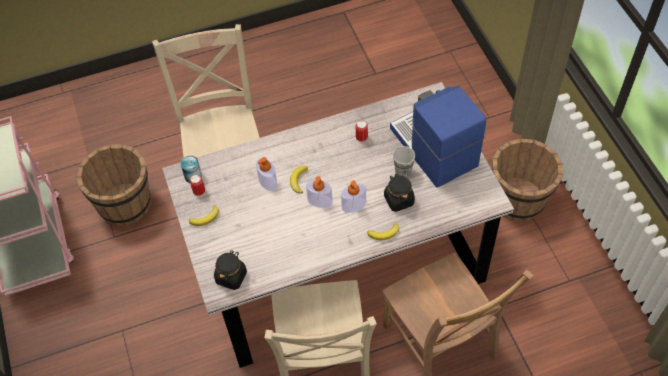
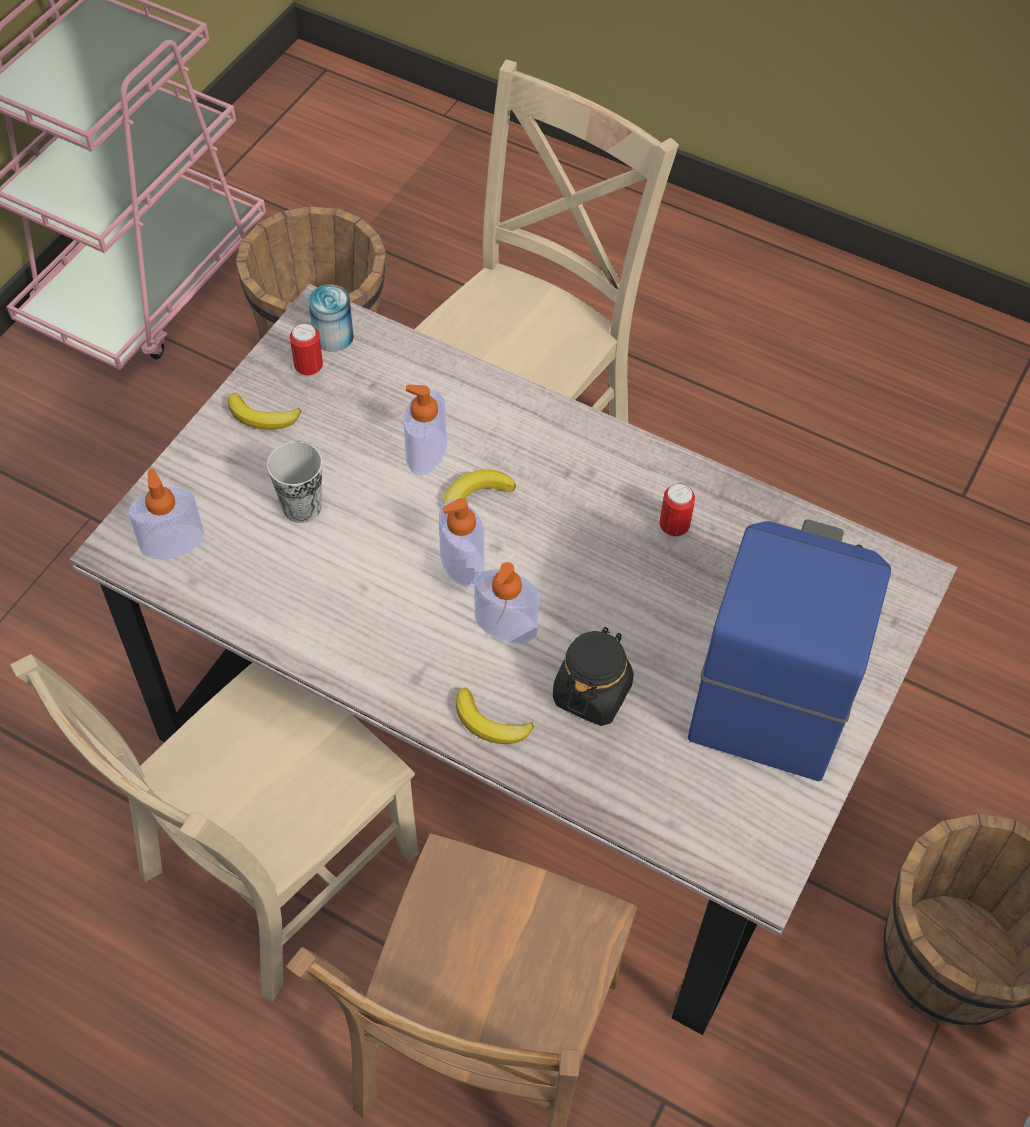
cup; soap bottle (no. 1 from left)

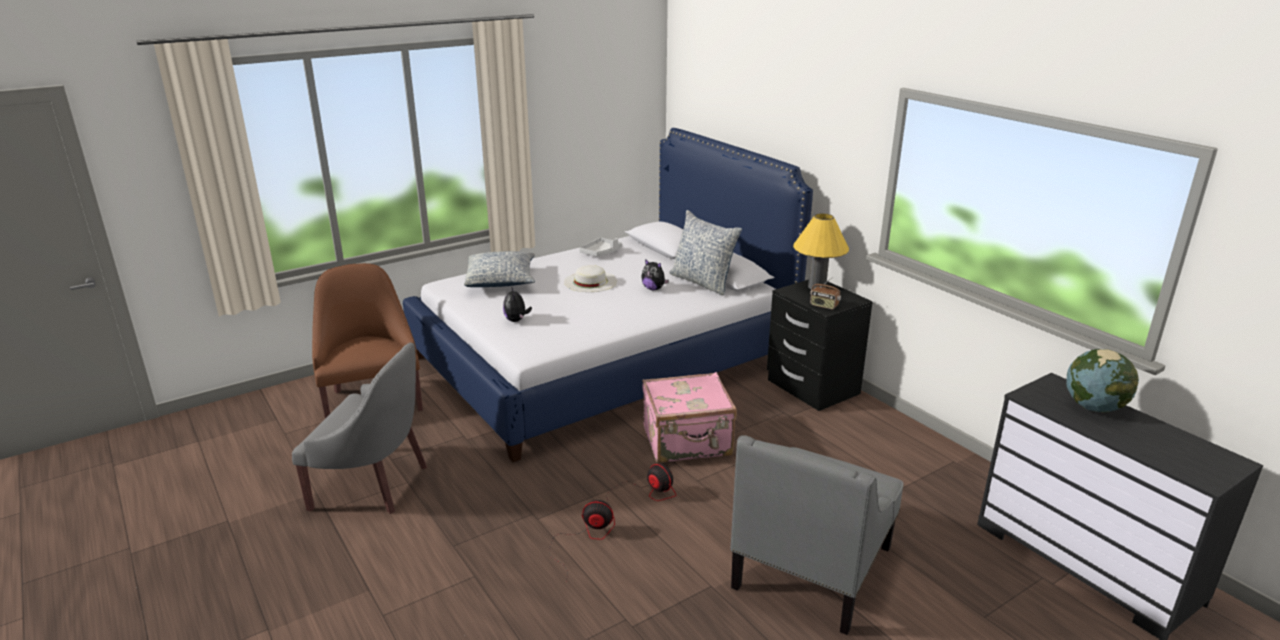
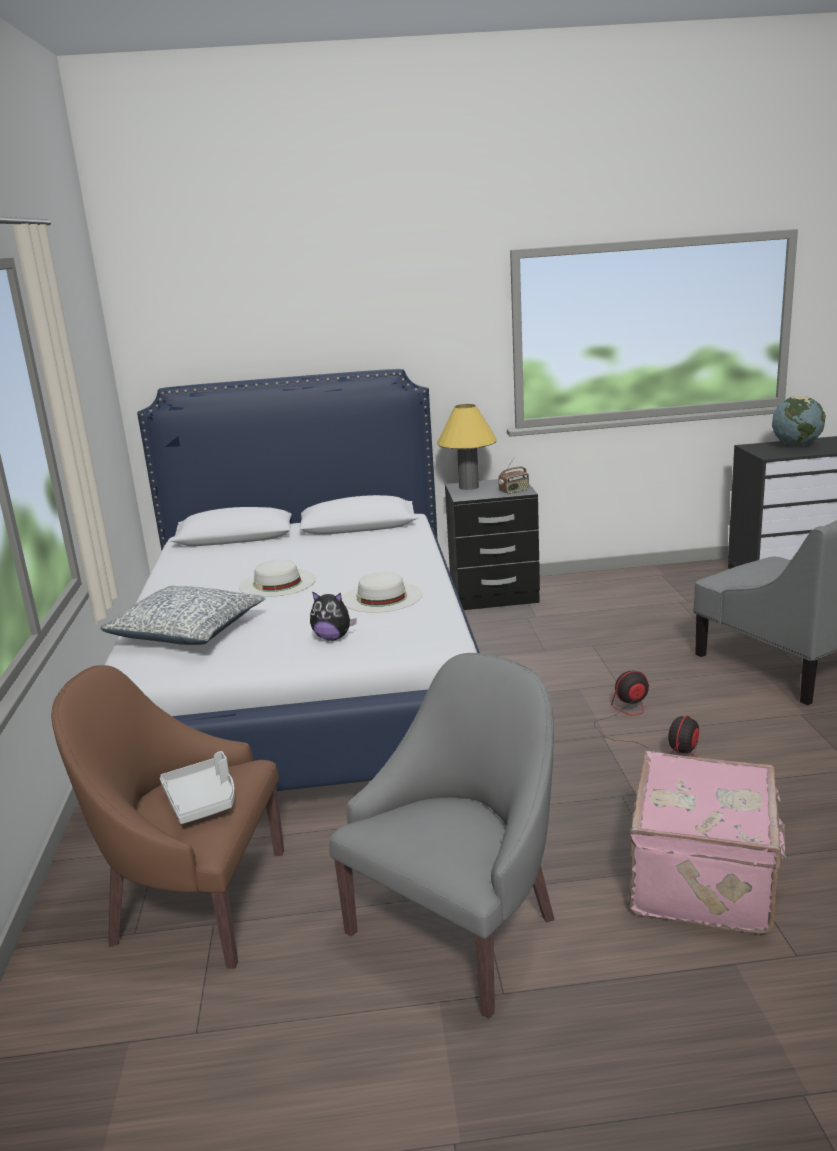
plush toy (no. 2 from left in the first image); pillow (no. 2 from left in the first image); clothing hat (white-coloured) (no. 2 from left); carrying tray (grey); piece of luggage (pinkish)

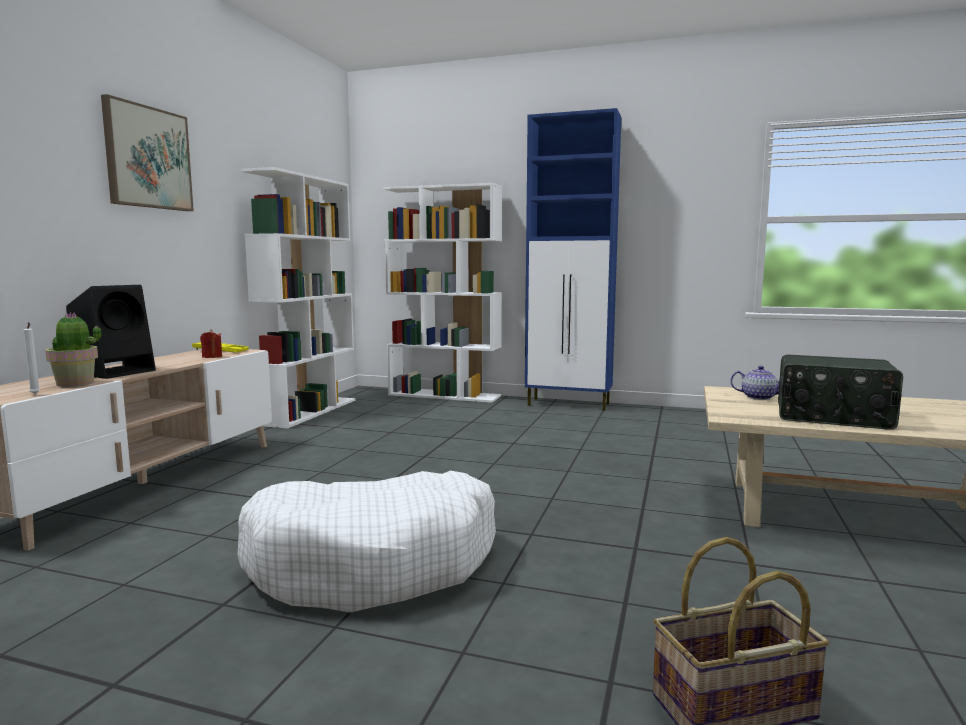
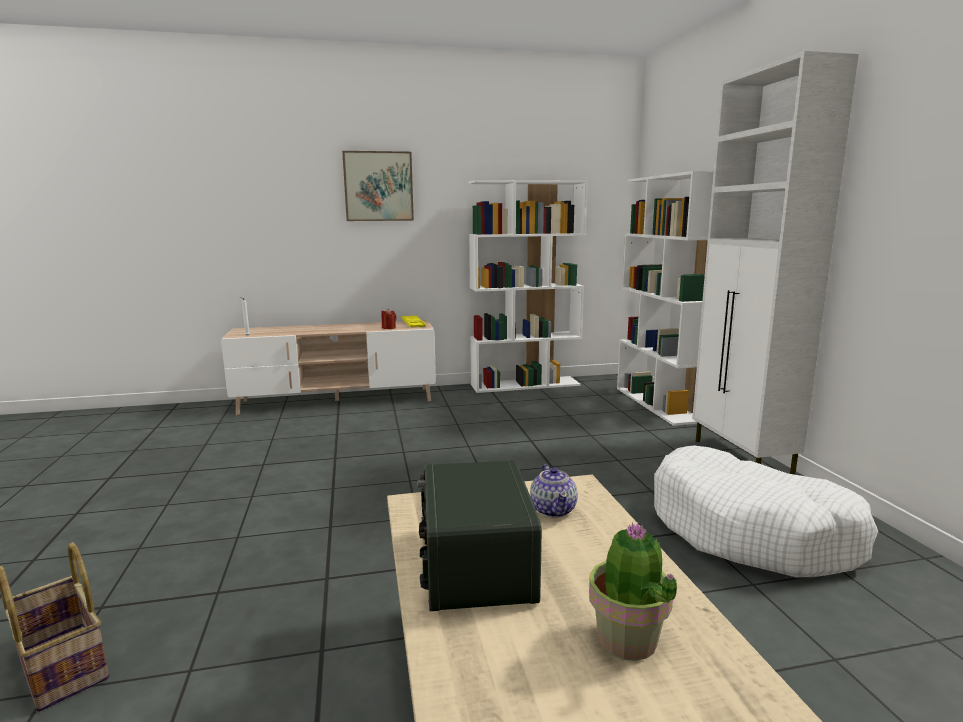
audio speaker (black-coloured); plant in a pot; dog cushion (white-coloured); cabinet (white-coloured)

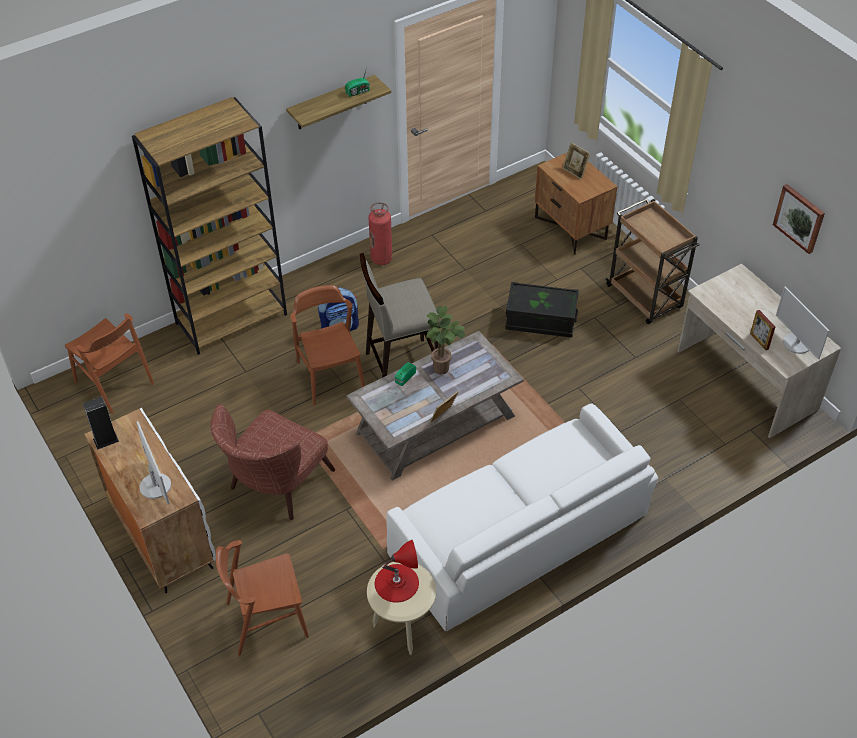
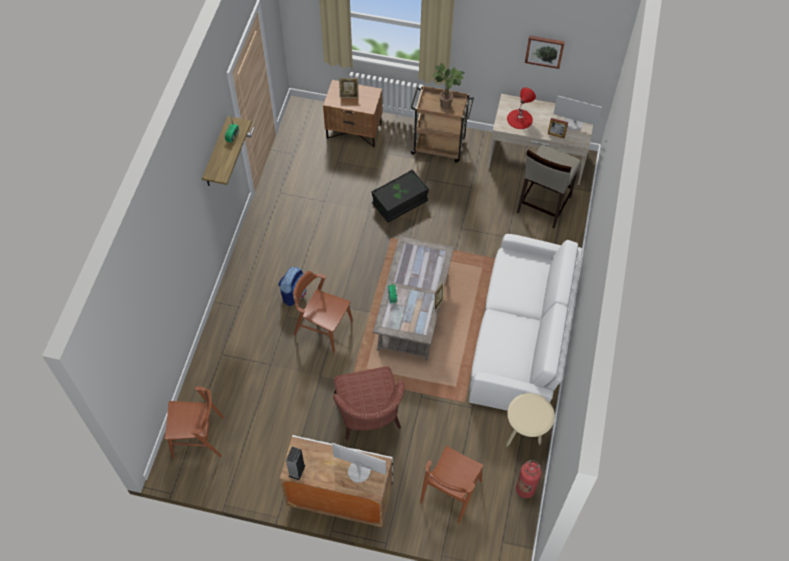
bookshelf (brownish); stool seat (beige); fire-fighting cylinder; tabletop lamp (reddish); plant in a pot

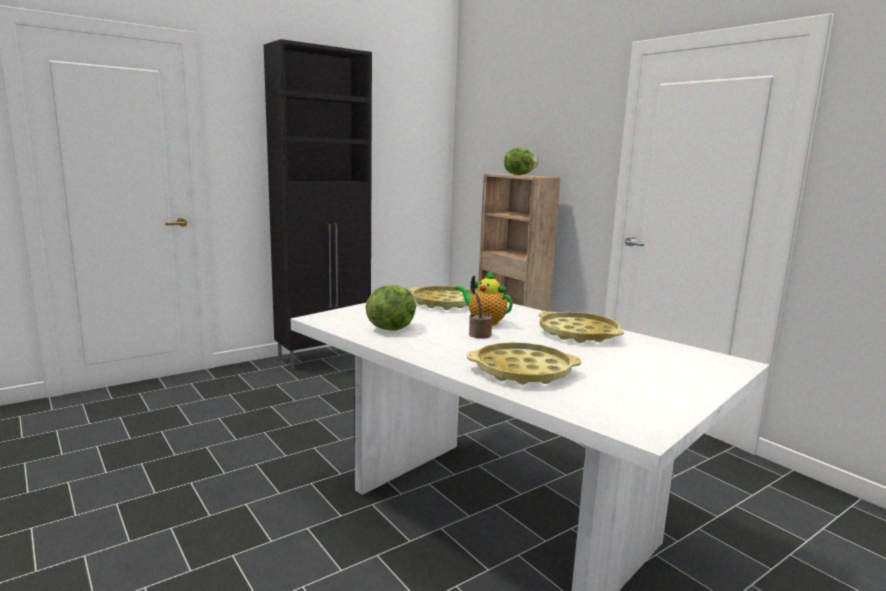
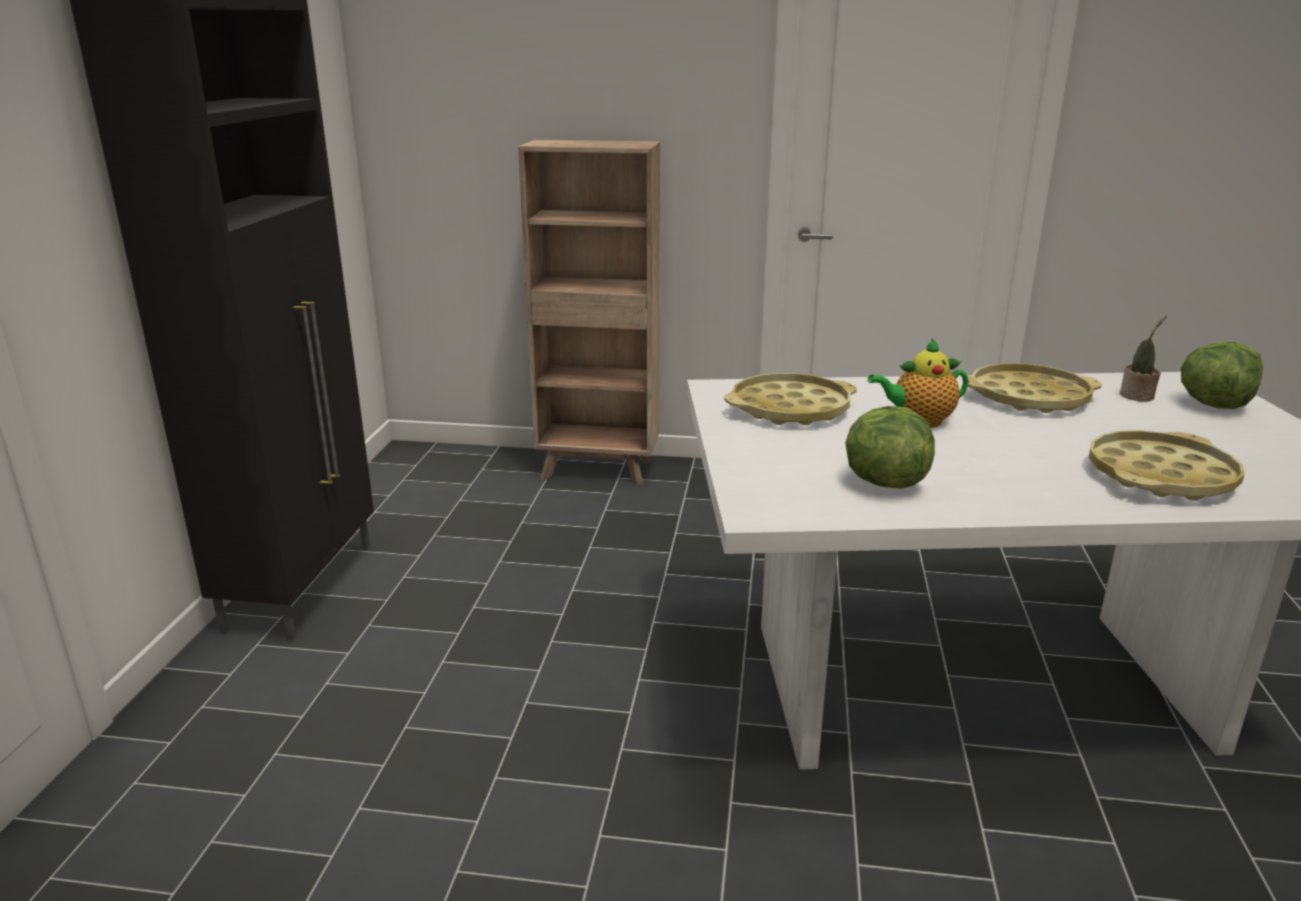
plant in a pot; head of lettuce (no. 2 from left)

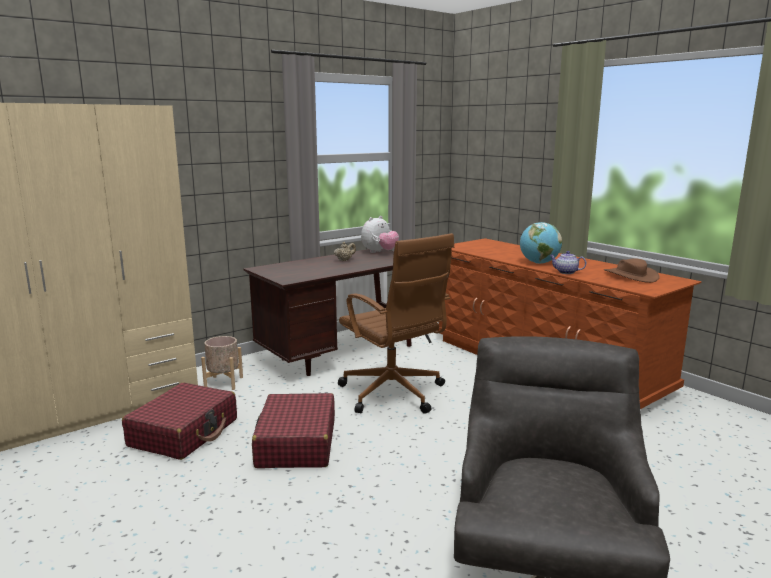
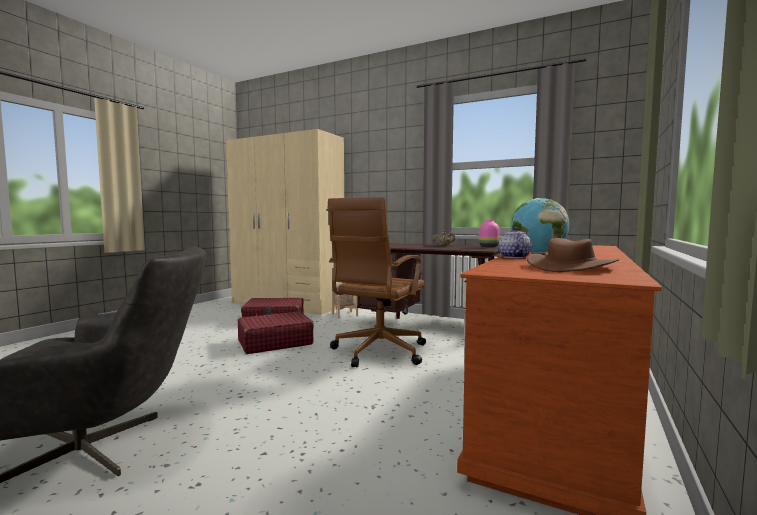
vase (pinkish)

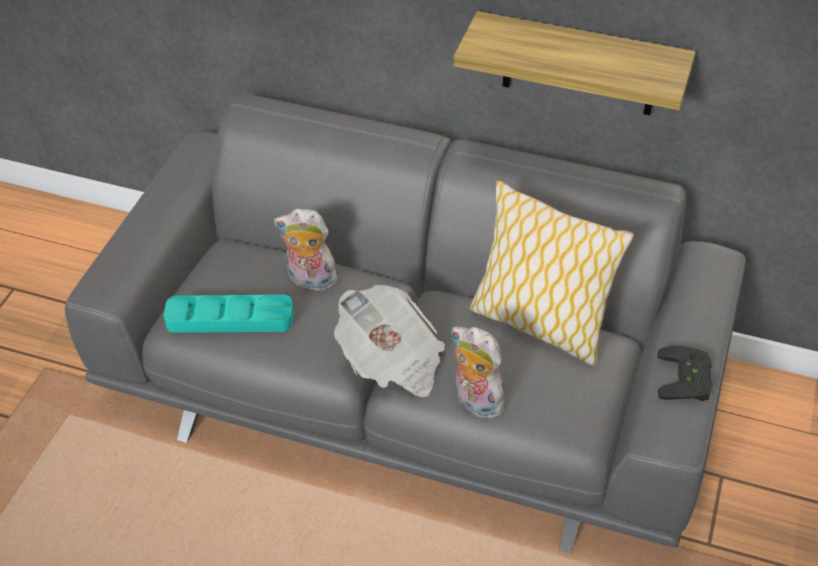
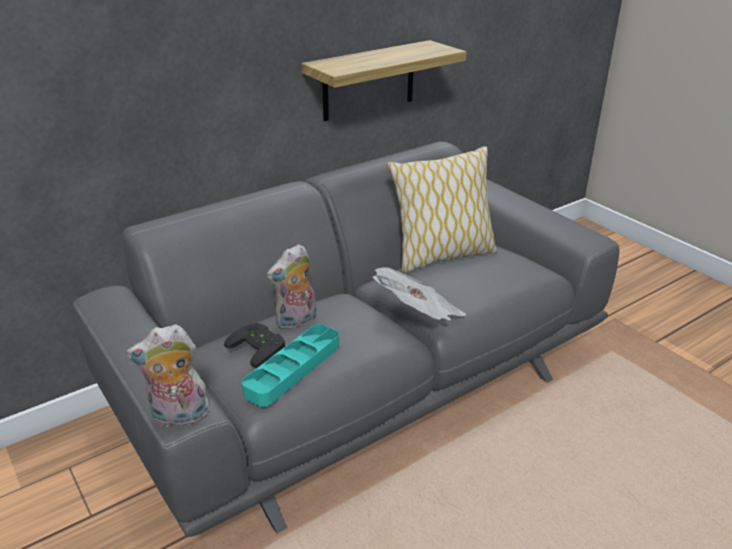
plush toy (no. 1 from left); joypad (black-coloured)

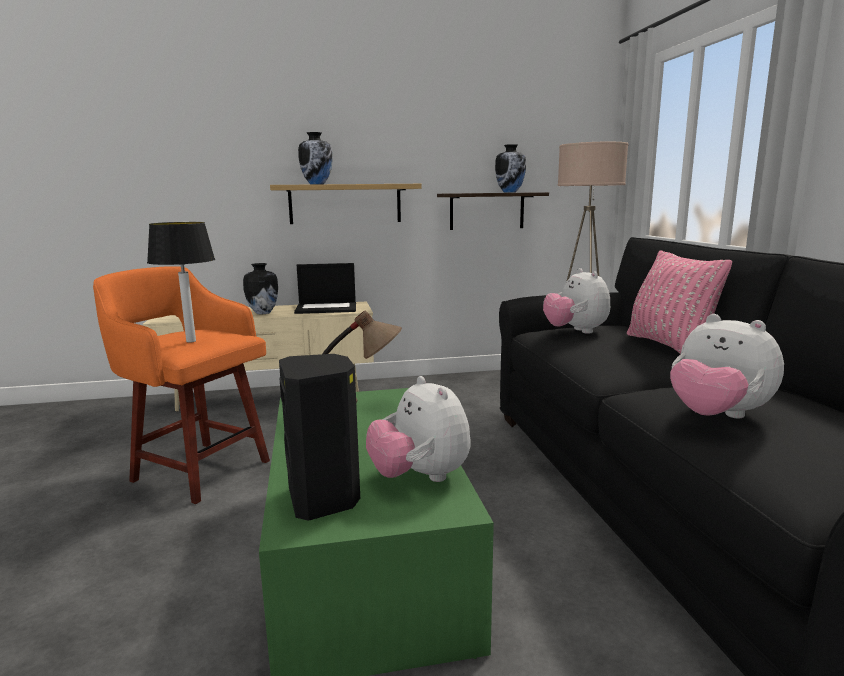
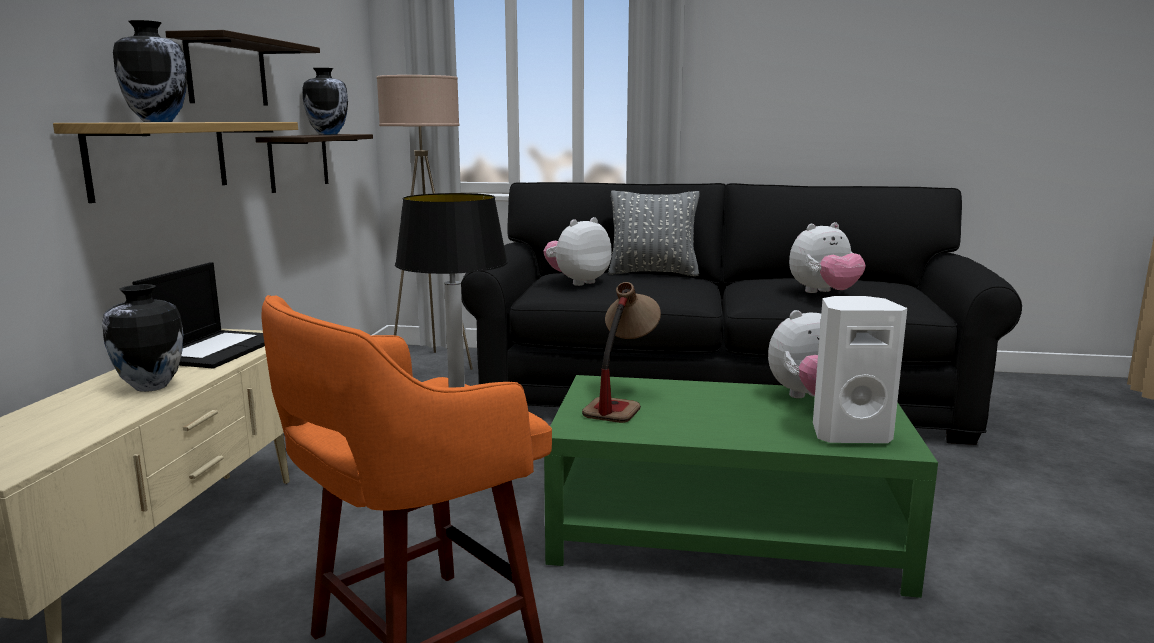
wall shelf (no. 2 from left); audio speaker (white-coloured); pillow (grey); plush toy (no. 1 from left)

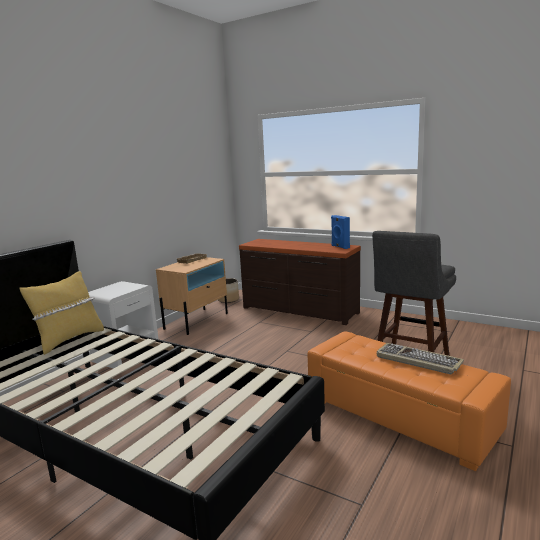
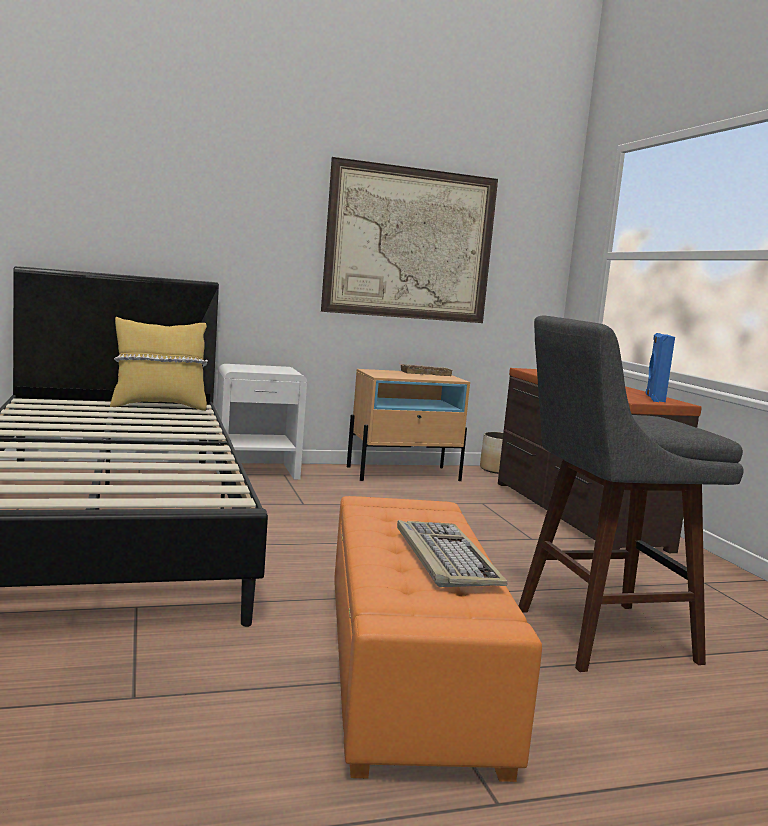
picture

